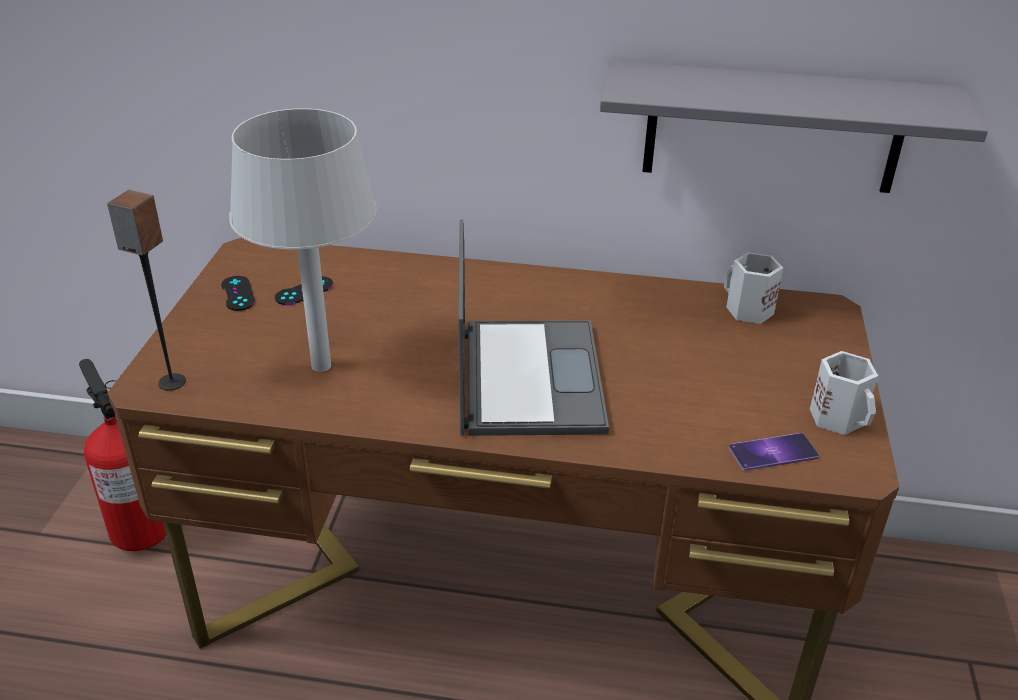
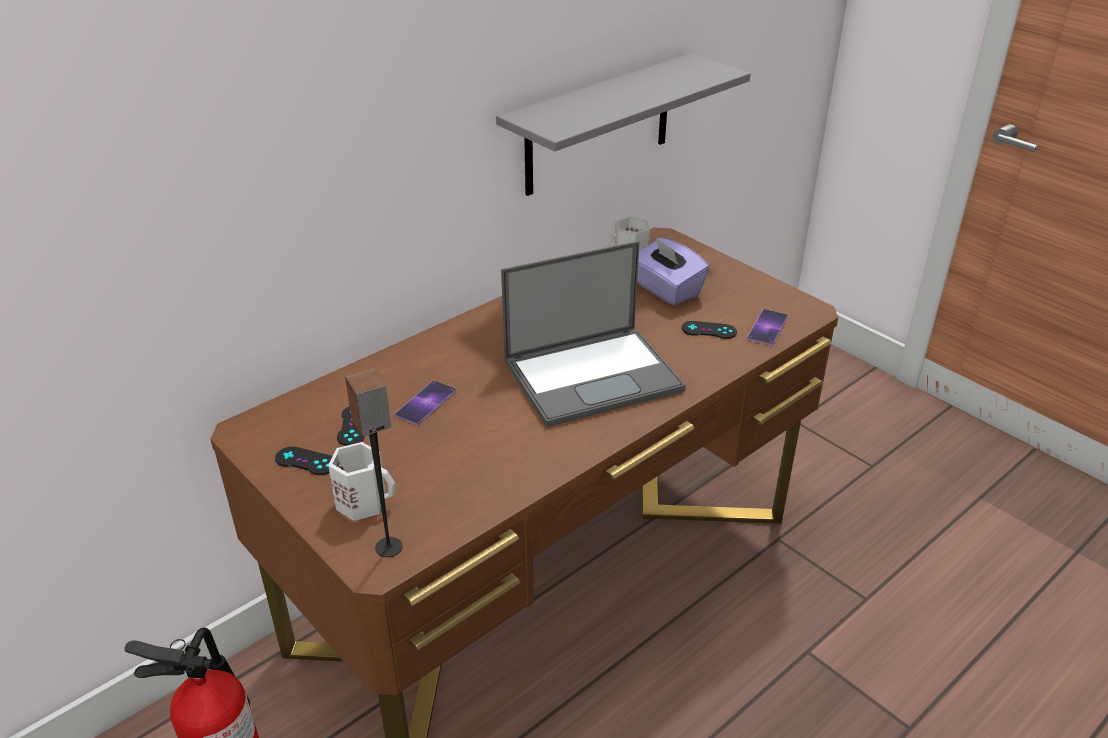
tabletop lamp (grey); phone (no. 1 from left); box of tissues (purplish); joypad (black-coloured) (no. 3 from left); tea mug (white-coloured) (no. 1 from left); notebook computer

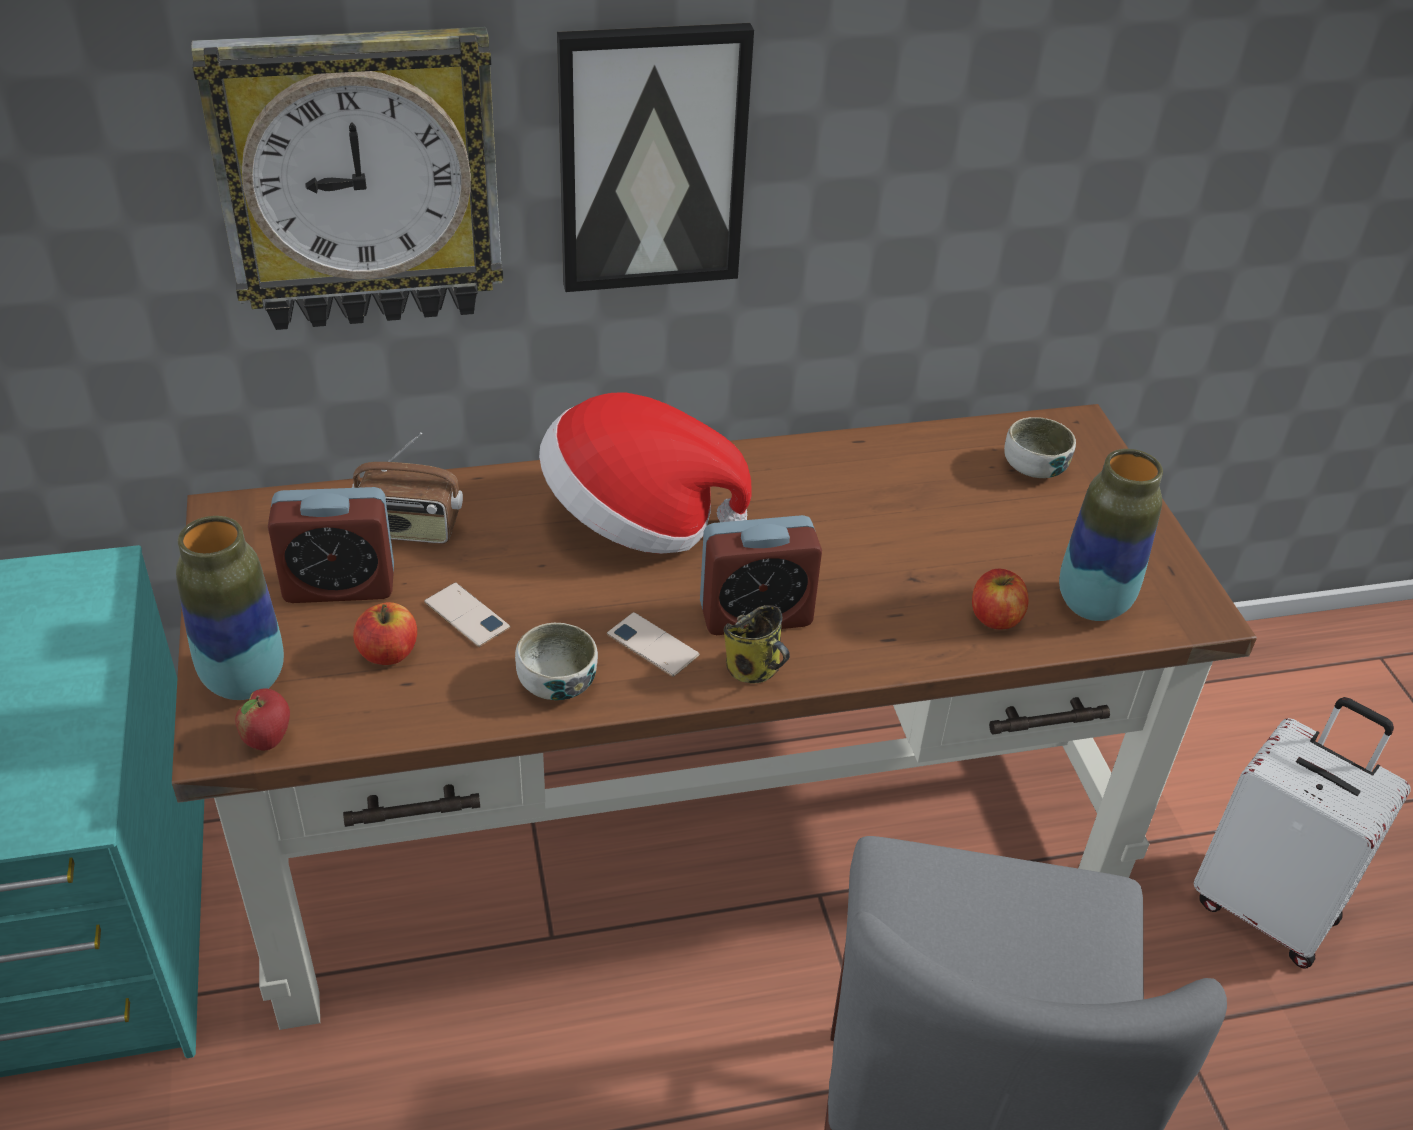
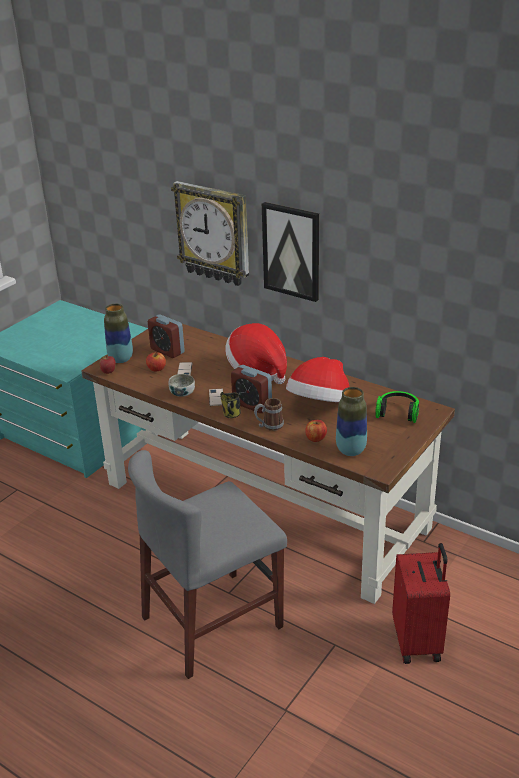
radio receiver; tea mug (no. 2 from left); clothing hat (no. 2 from left); headset; piece of luggage (reddish)

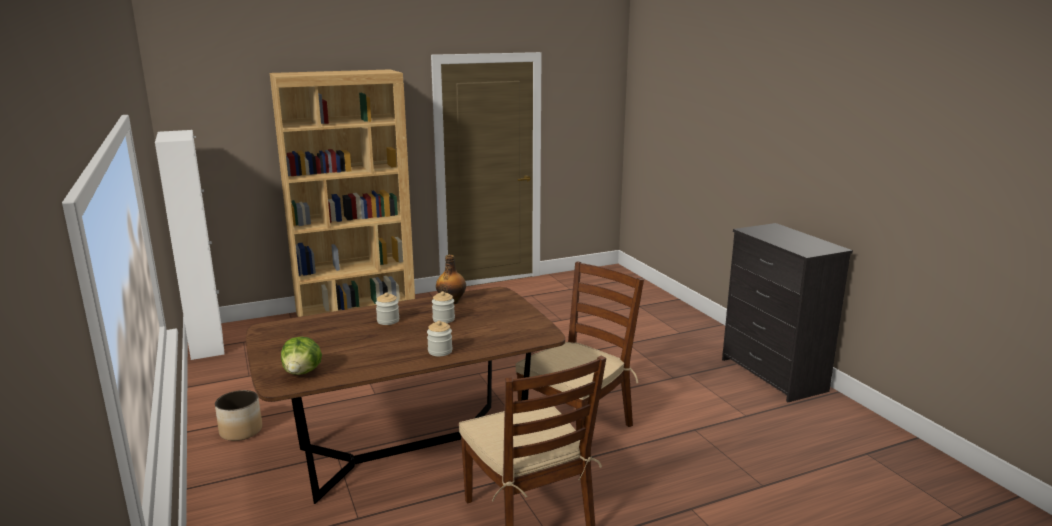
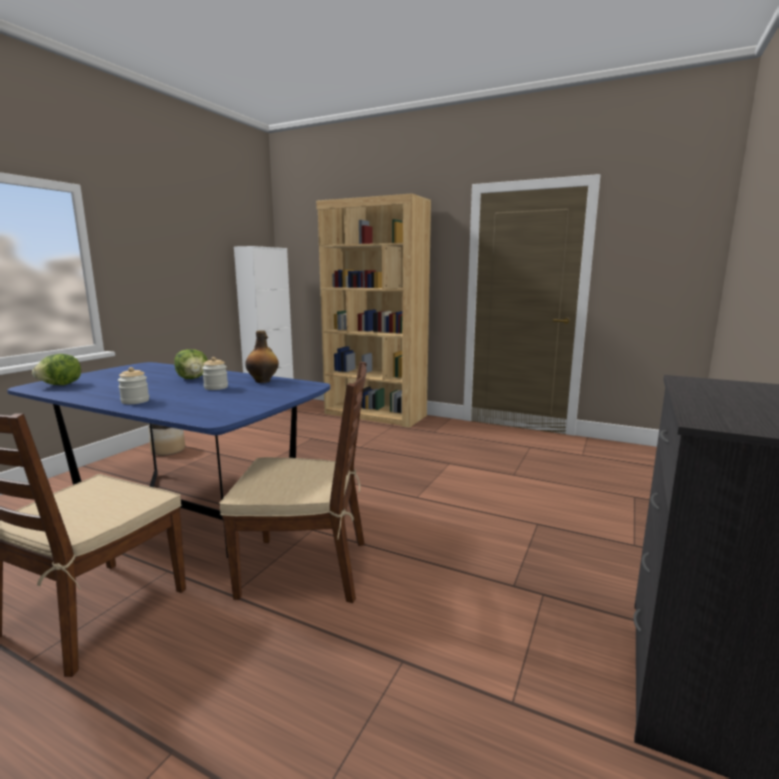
head of lettuce (no. 2 from left); dining table (blue-coloured)

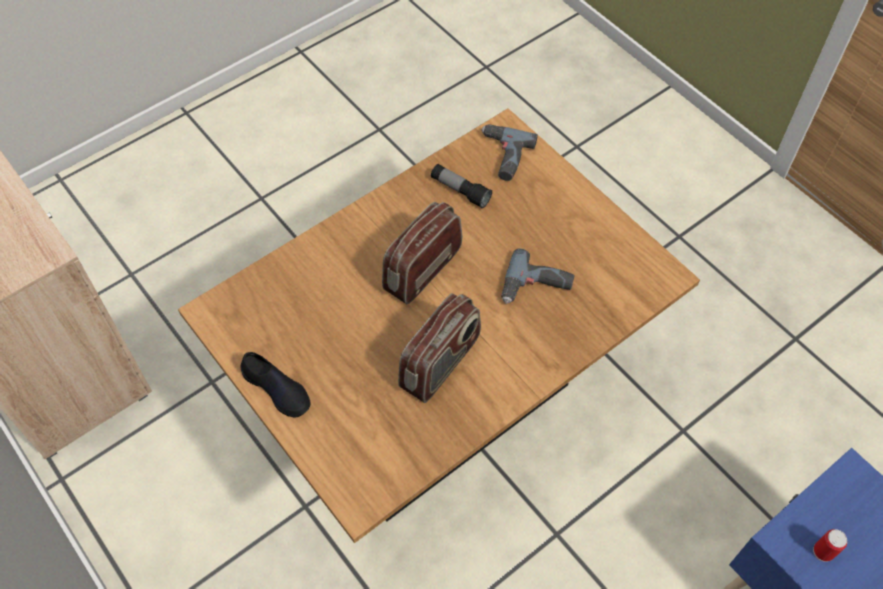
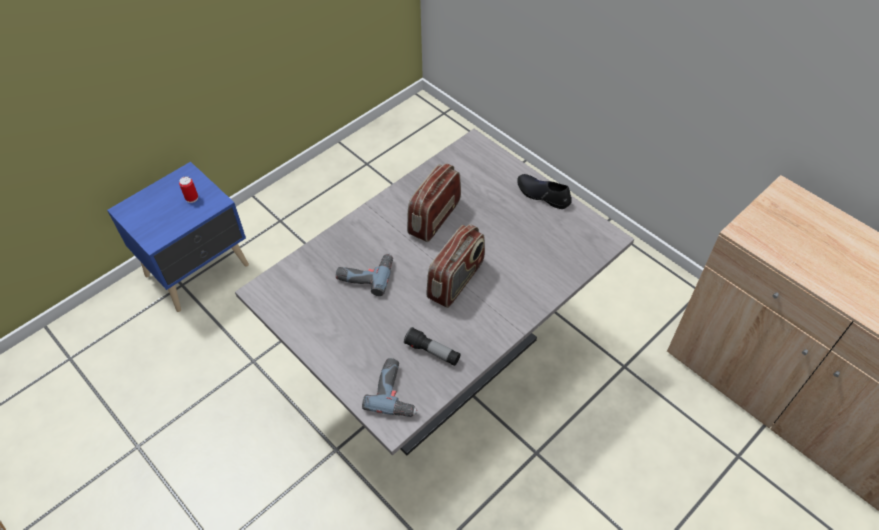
dining table (grey)

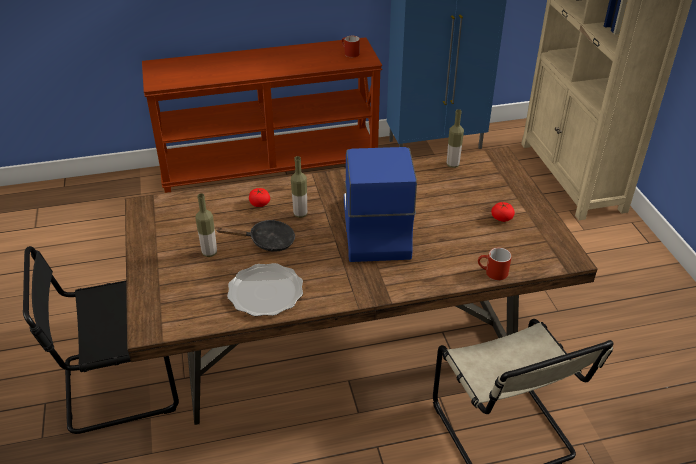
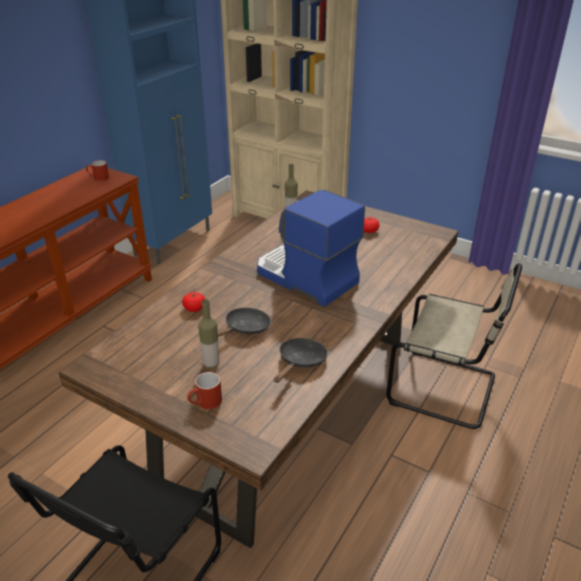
drink bottle (no. 2 from left in the first image); tea mug (reddish) (no. 2 from left); skillet (black-coloured) (no. 2 from left)

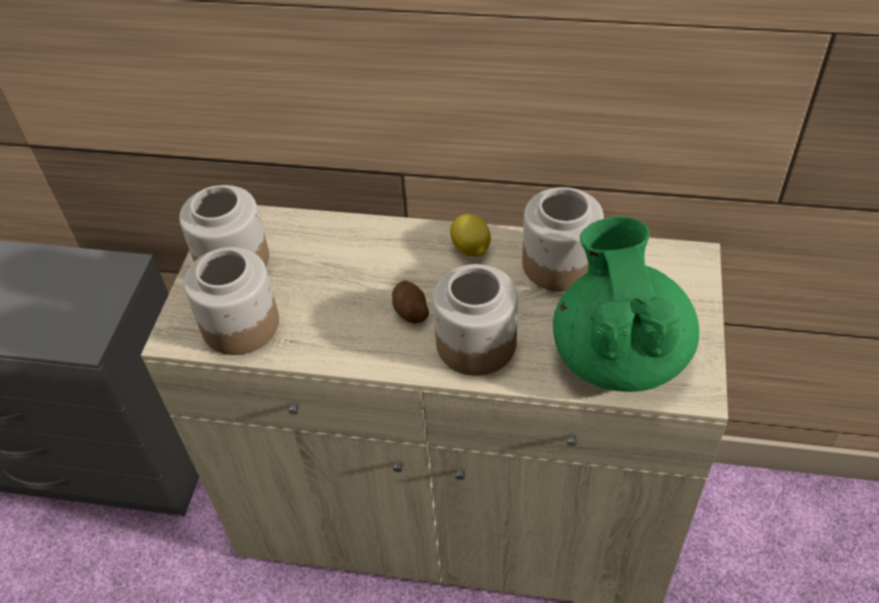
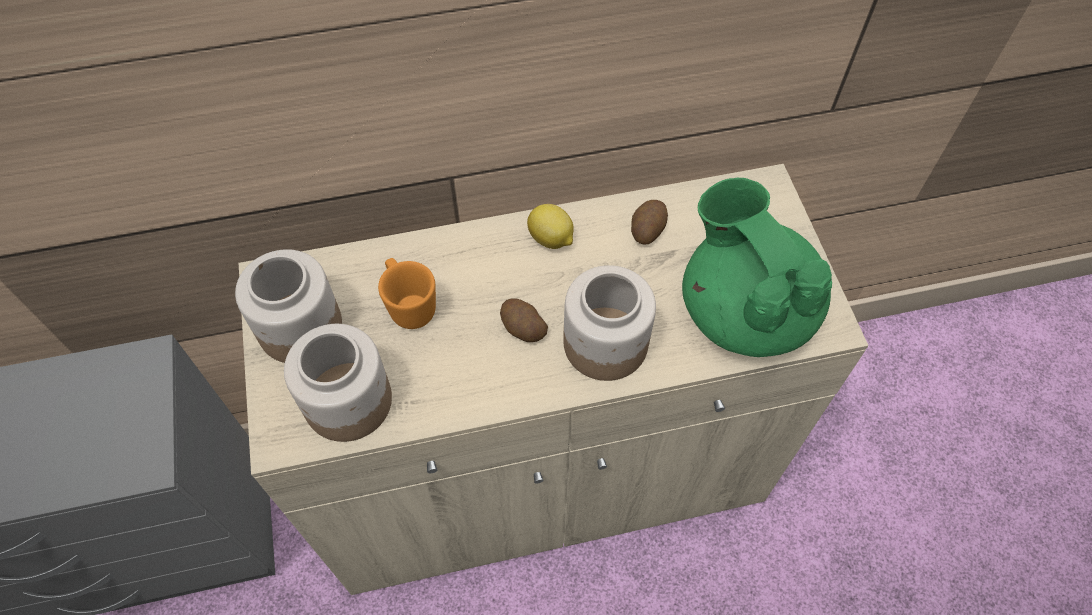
tea mug (orange); potato (no. 2 from left)

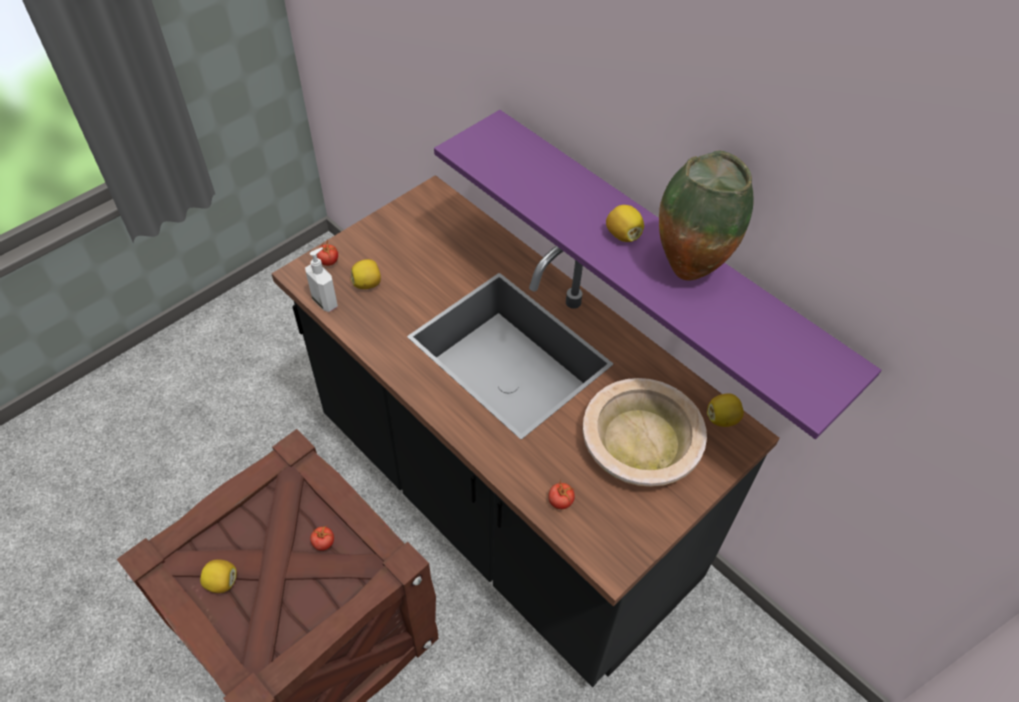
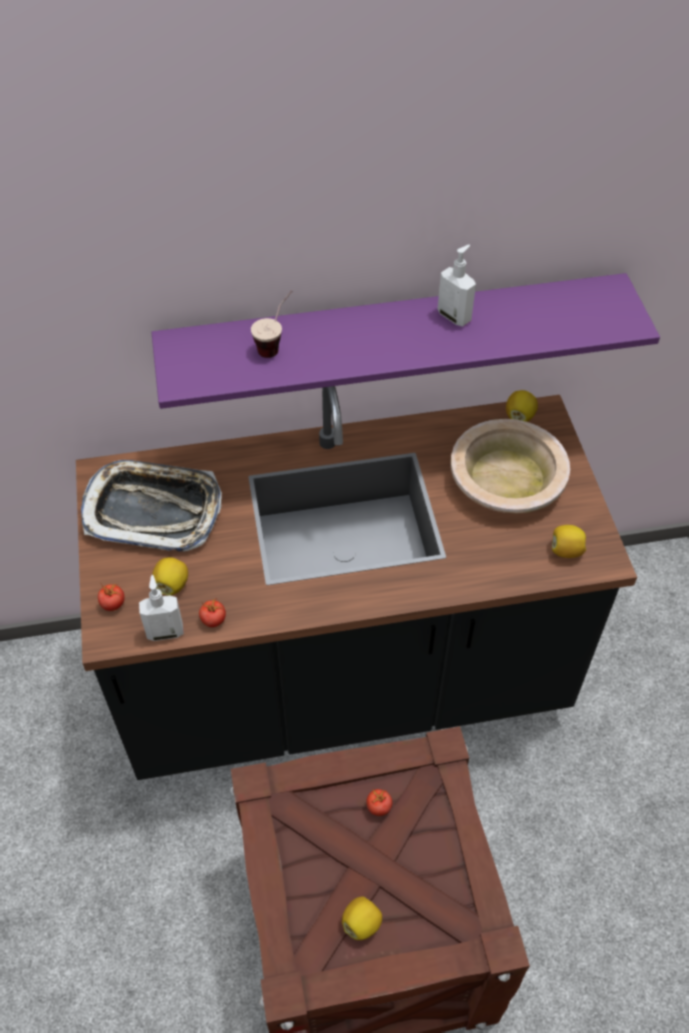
carrying tray; cup; whole tomato (no. 2 from left); lemon (no. 4 from left); soap bottle (no. 2 from left)

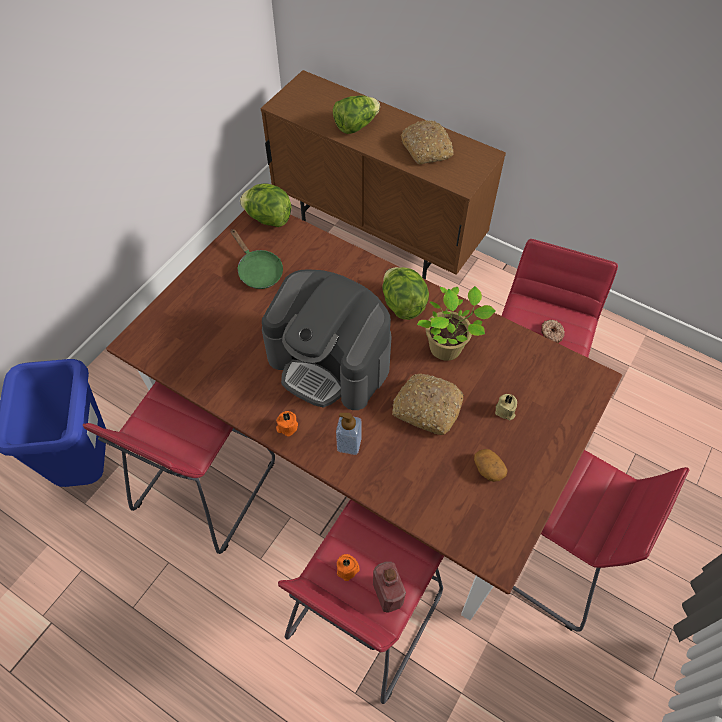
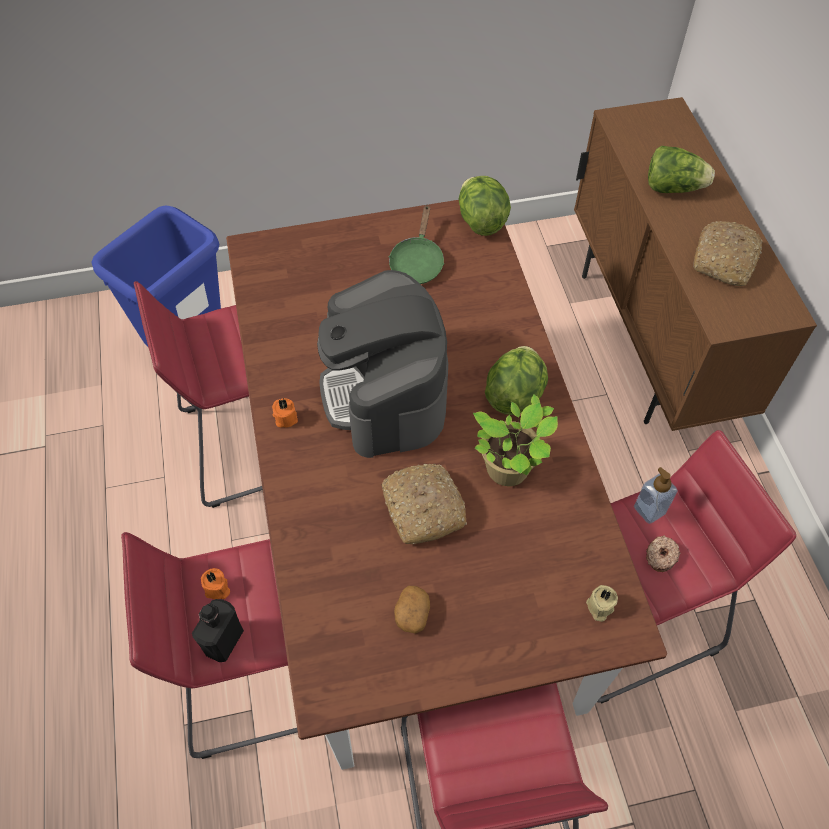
soap bottle; candle (beige); drink bottle (black-coloured)

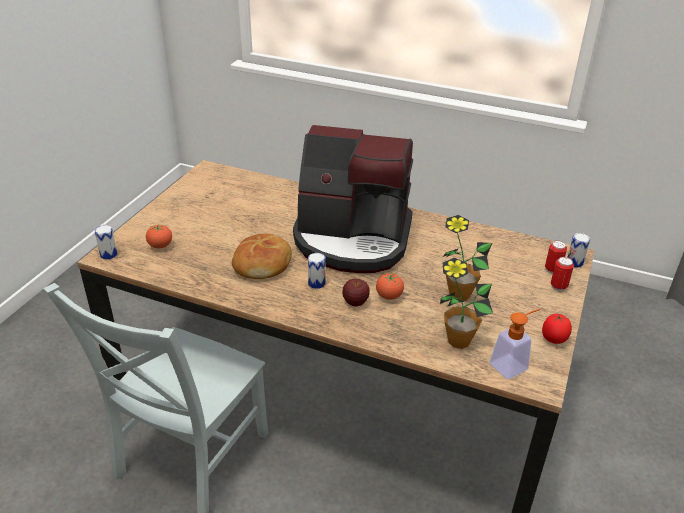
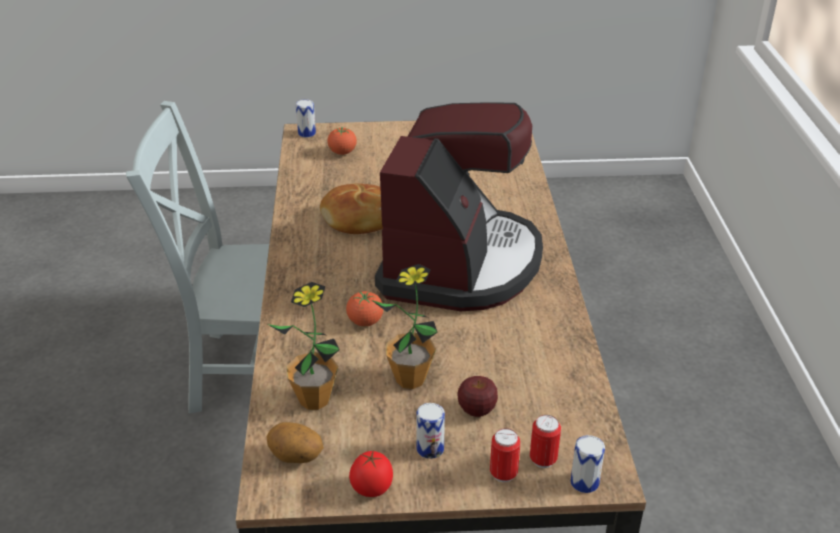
sealed can (no. 2 from left); apple; potato; coffee maker

